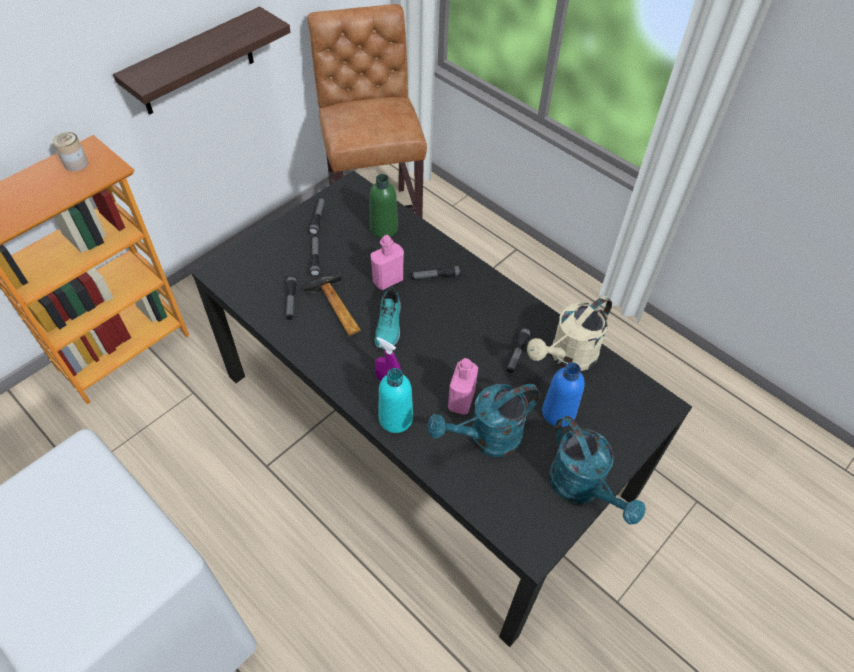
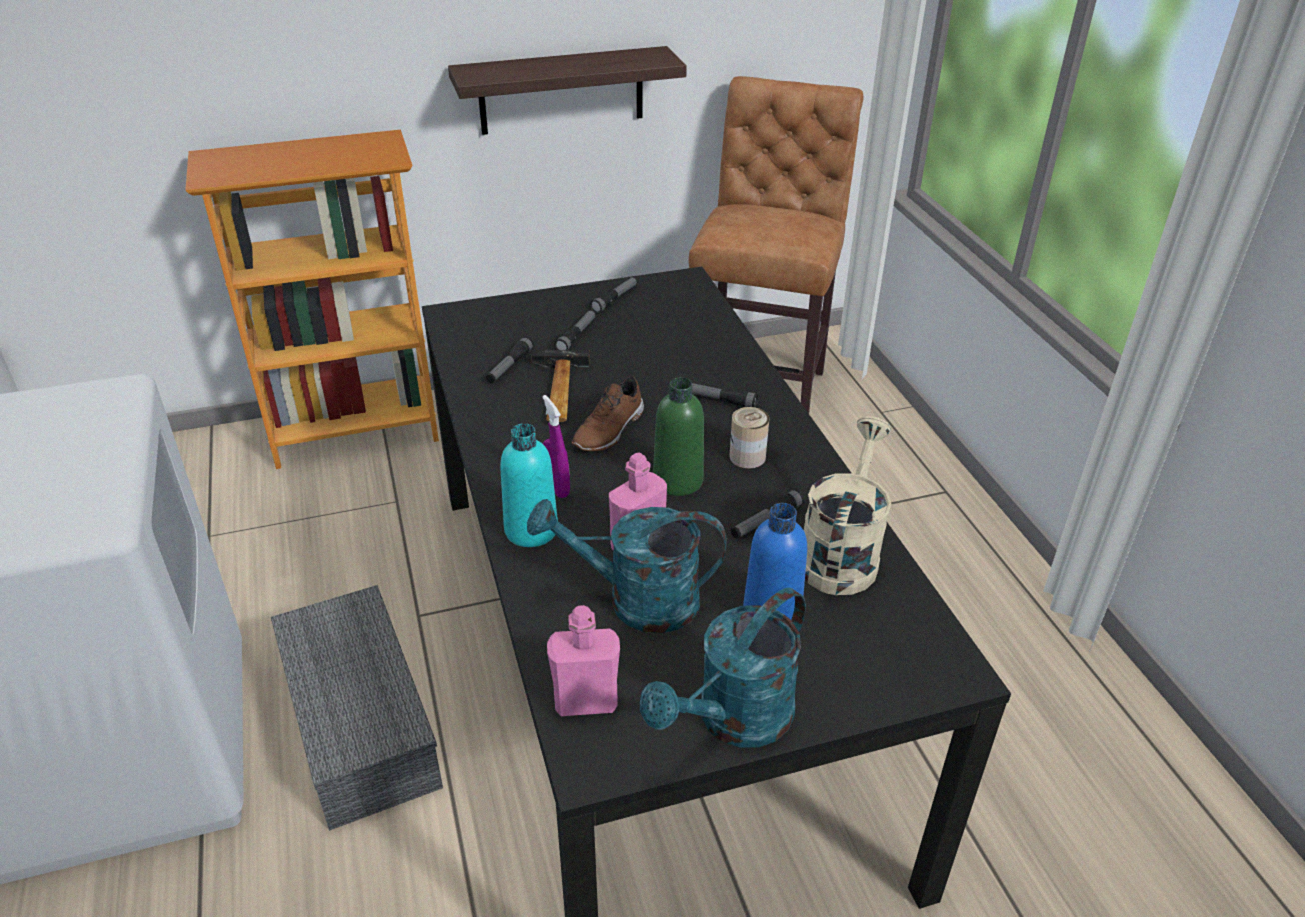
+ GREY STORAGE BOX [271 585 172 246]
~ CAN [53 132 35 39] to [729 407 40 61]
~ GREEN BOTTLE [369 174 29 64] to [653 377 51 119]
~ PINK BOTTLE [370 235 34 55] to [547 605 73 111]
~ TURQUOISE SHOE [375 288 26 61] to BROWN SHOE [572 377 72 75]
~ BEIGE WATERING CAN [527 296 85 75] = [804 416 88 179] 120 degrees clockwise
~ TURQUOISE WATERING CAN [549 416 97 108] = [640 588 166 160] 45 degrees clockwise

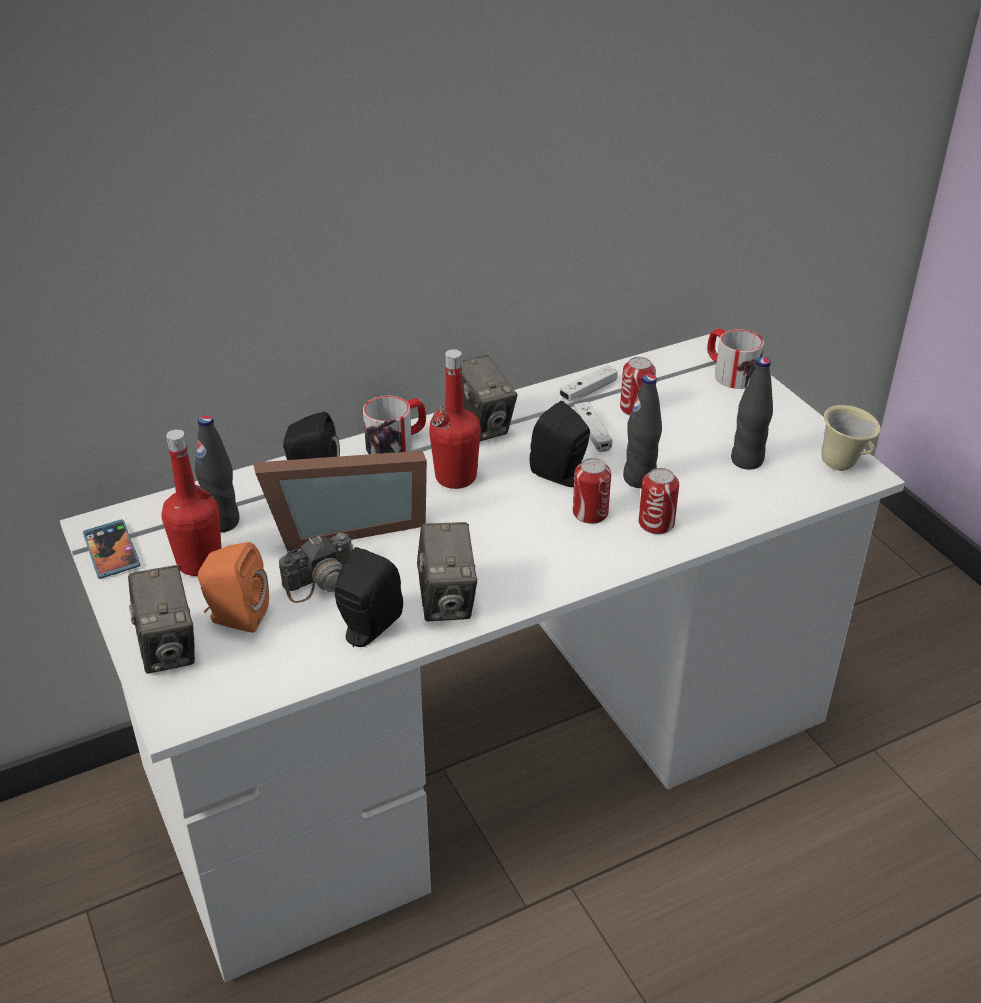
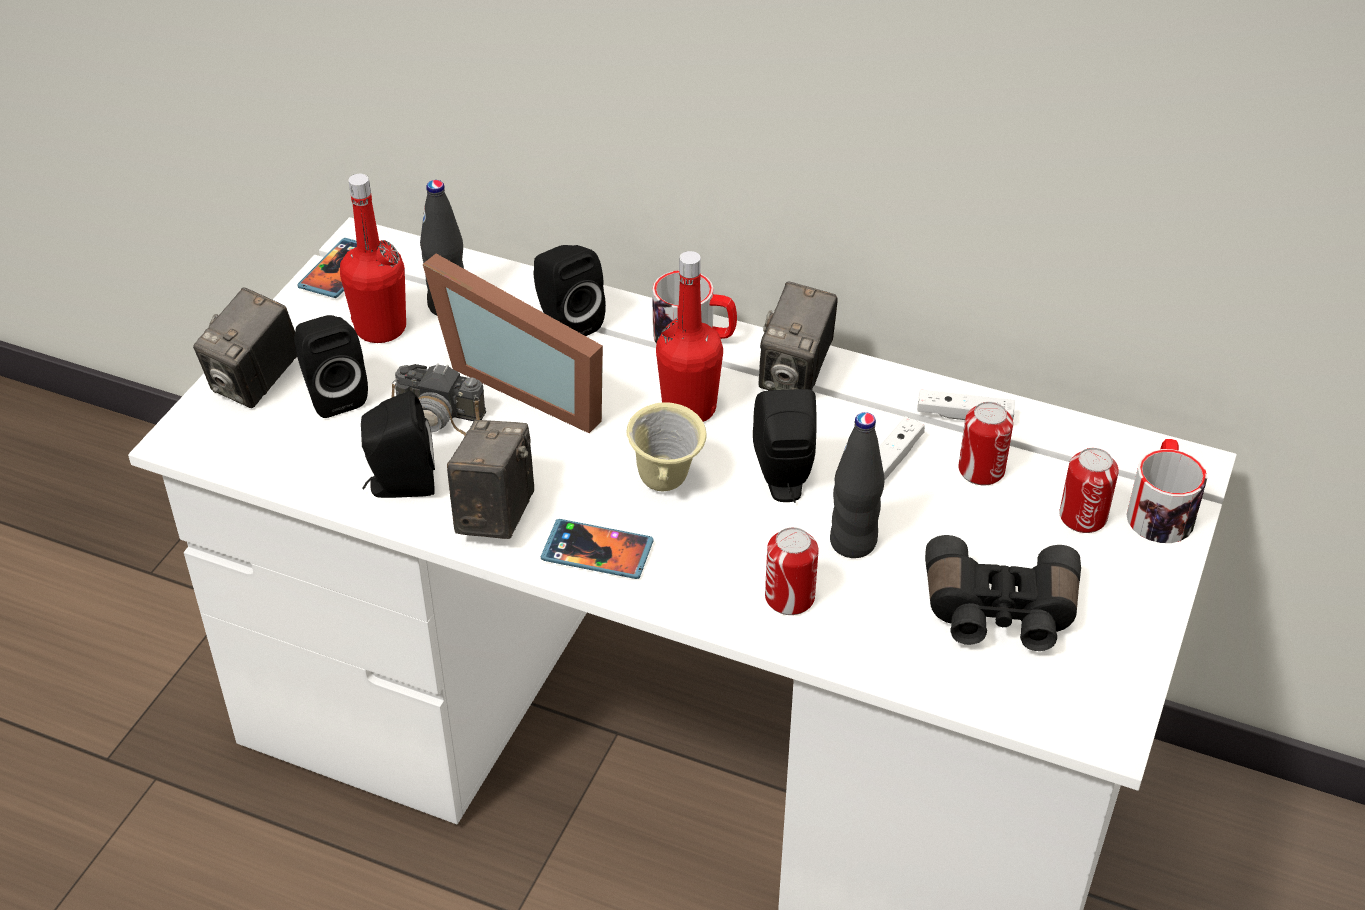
+ PHONE [541 519 113 60]
~ CAN [573 458 38 66] to [1059 448 60 85]
~ BEIGE MUG [821 405 60 66] to [627 402 79 89]
~ BLACK BOTTLE [731 357 42 113] to BLACK BINOCULARS [925 535 156 116]
~ ORANGE SPEAKER [198 542 71 91] to BLACK SPEAKER [294 315 74 103]
~ PHOTO CAMERA [417 522 60 99] = [447 420 87 119] 150 degrees clockwise

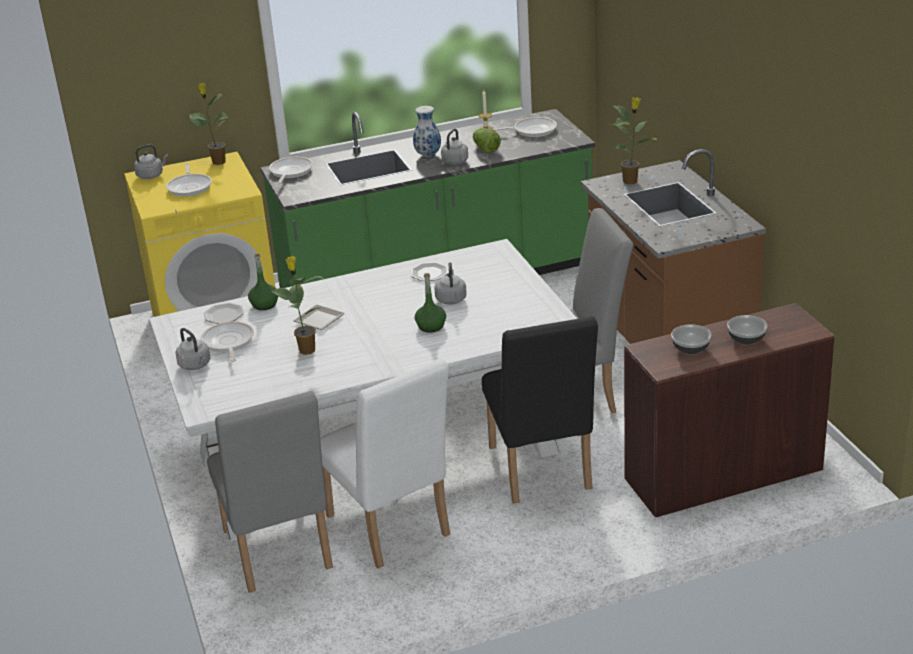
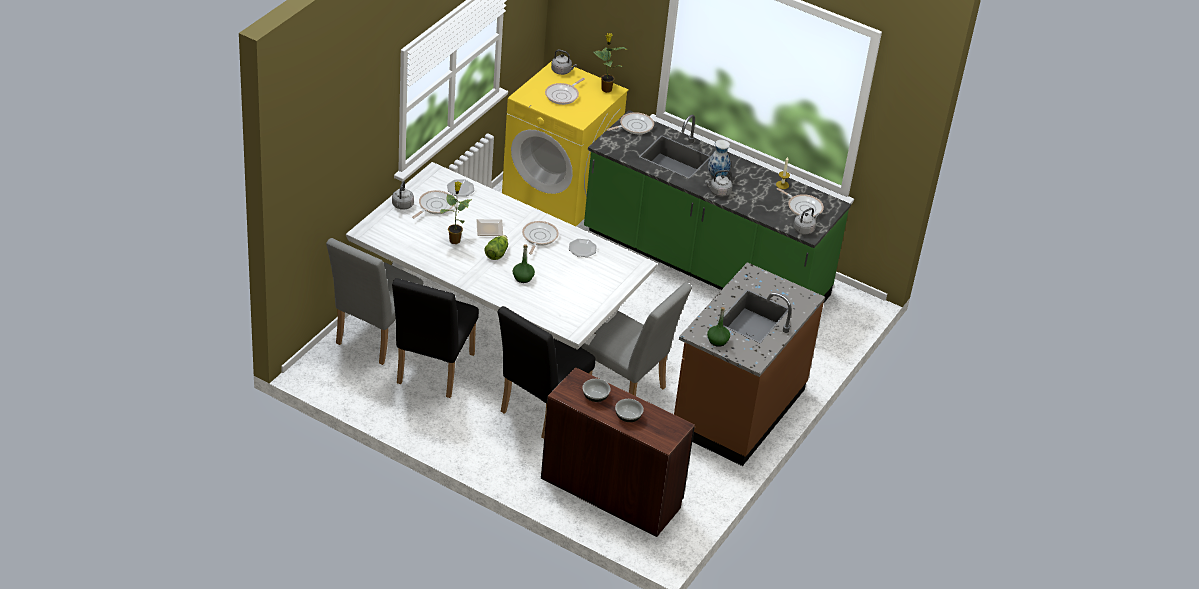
- POTTED PLANT [611 97 46 87]
+ FRYING PAN [522 221 37 34]
~ GREEN BOTTLE [248 253 30 57] to [707 307 23 40]
~ GREY KETTLE [434 263 33 41] to [793 208 27 26]
~ LETTUCE [473 128 28 25] to [485 235 23 25]
~ WHITE CHAIR [320 358 130 210] to BLACK CHAIR [392 278 87 120]

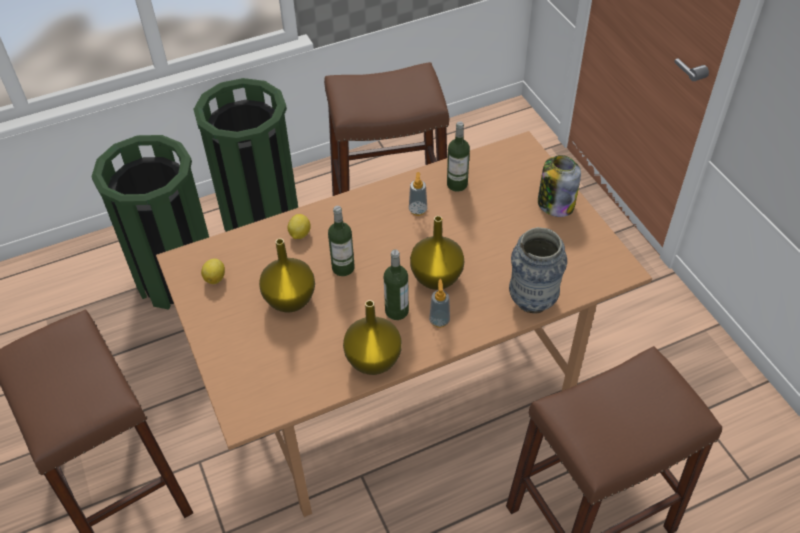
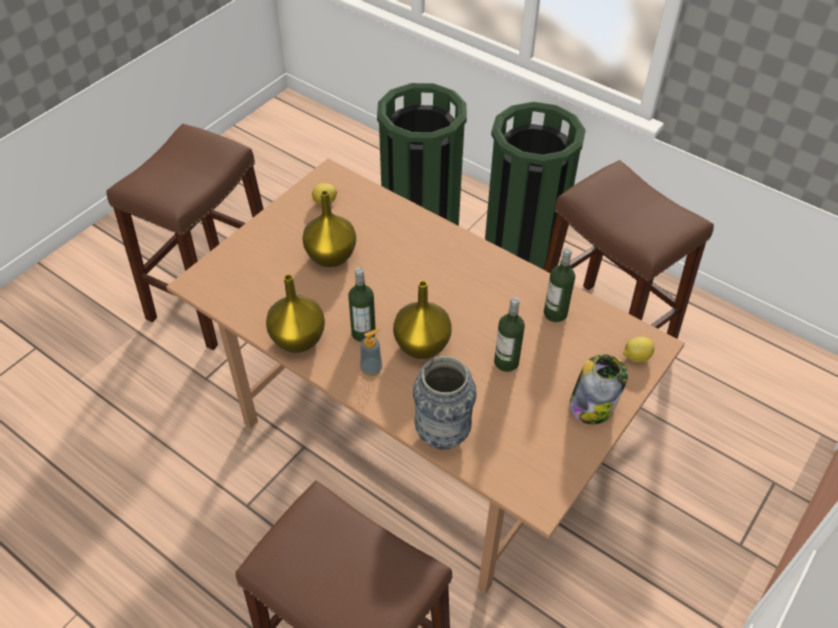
- SOAP DISPENSER [409 172 18 44]
~ LEMON [288 214 23 25] to [623 337 31 25]
~ BOTTLE [328 206 27 70] to [494 297 31 75]

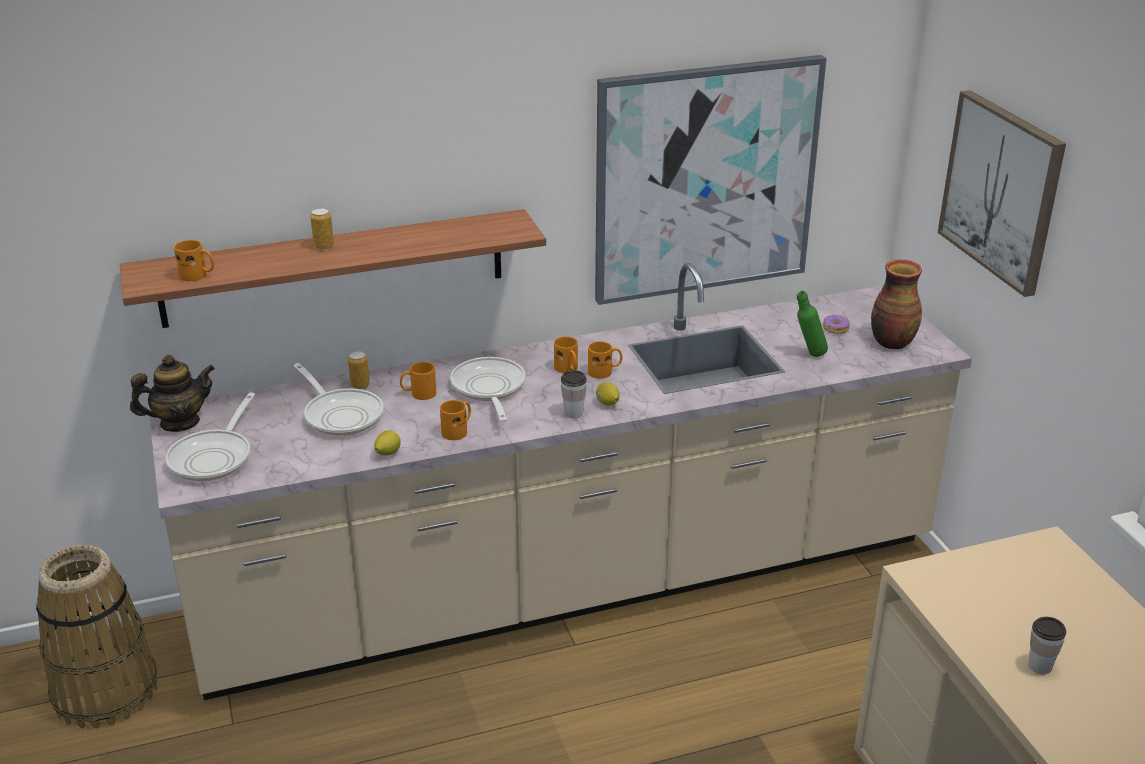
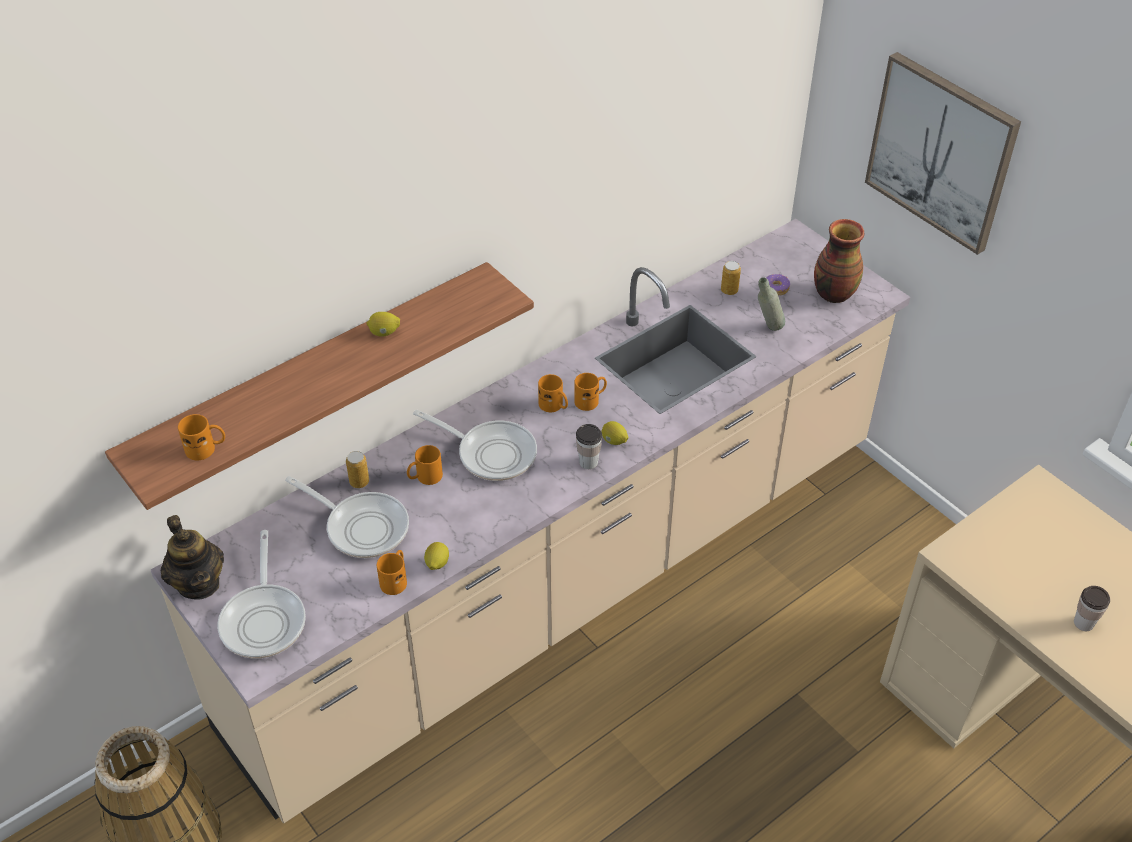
- PICTURE [595 55 232 250]
+ LEMON [367 312 33 25]
~ CAN [310 208 24 42] to [721 261 20 34]
~ ORANGE MUG [440 400 31 40] to [377 550 30 45]
~ GREEN BOTTLE [797 291 31 66] to GREY BOTTLE [758 277 27 54]
~ TEAPOT [130 355 85 77] = [161 515 63 84] 105 degrees clockwise
~ FRYING PAN [450 357 76 65] = [413 410 124 71] 150 degrees clockwise

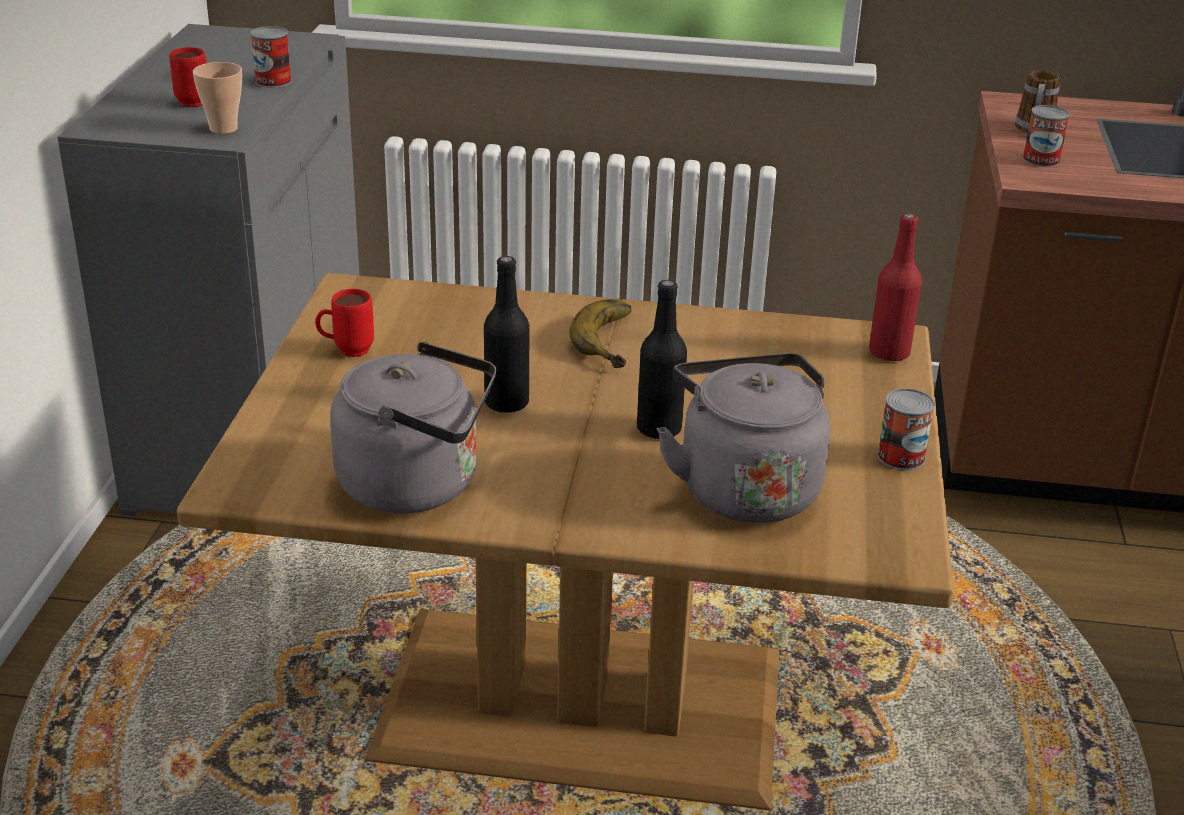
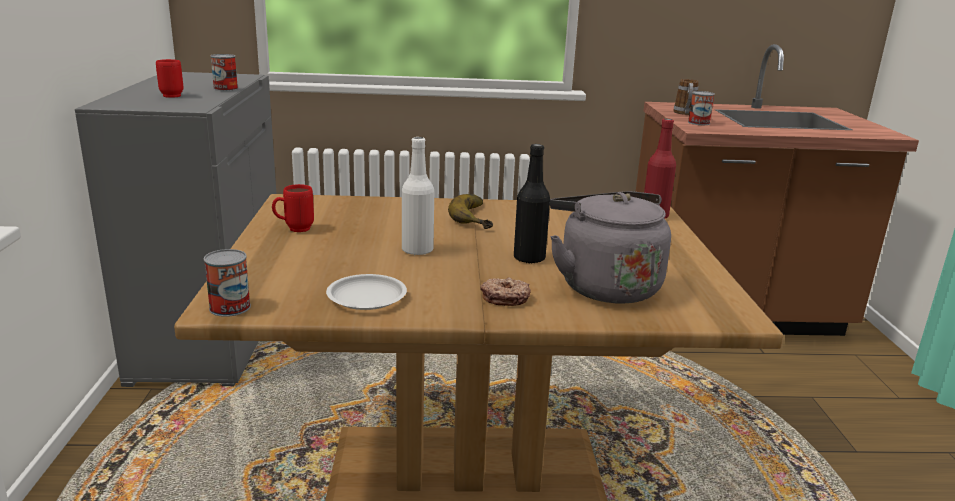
- CUP [193 62 49 72]
+ DONUT [480 277 51 29]
~ CAN [877 388 58 82] to [204 249 47 68]
~ GREY KETTLE [330 342 166 172] to WHITE PLATE [326 274 81 36]
~ BLACK BOTTLE [484 256 45 157] to WHITE BOTTLE [402 137 32 119]

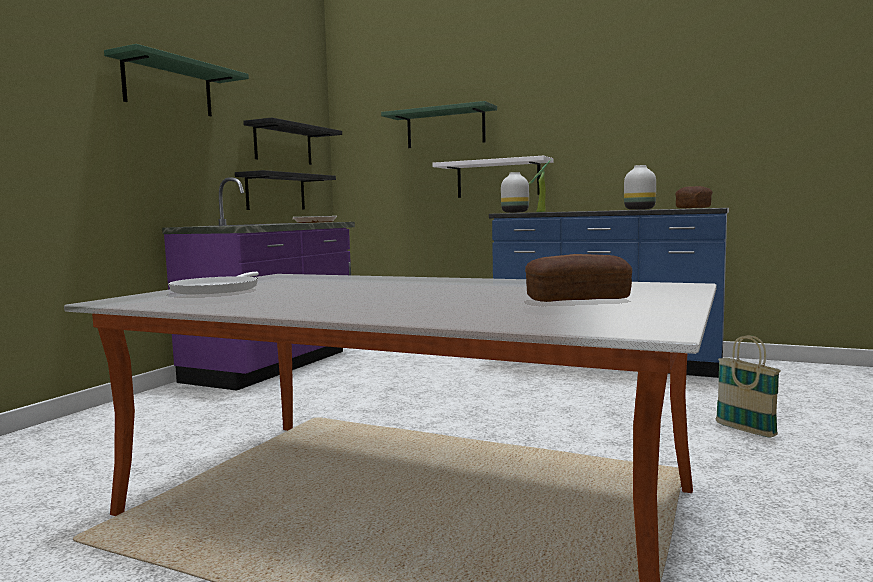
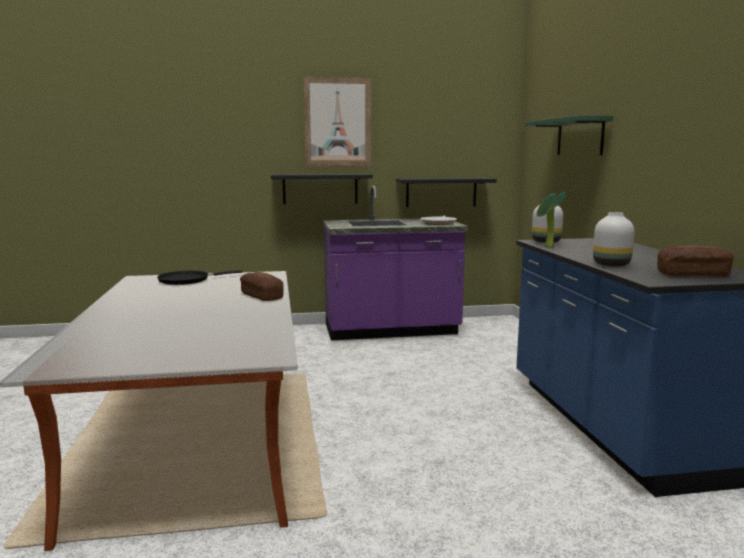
- WHITE SHELF [432 156 121 42]
- BASKET [716 335 65 103]
~ BLACK SHELF [243 117 99 48] to [271 174 102 30]
~ BREAD [525 254 107 48] to [240 272 44 29]
~ GREEN SHELF [104 44 145 72] to PICTURE [303 77 68 89]
~ WHITE FRYING PAN [168 272 91 23] to BLACK FRYING PAN [157 270 86 15]

